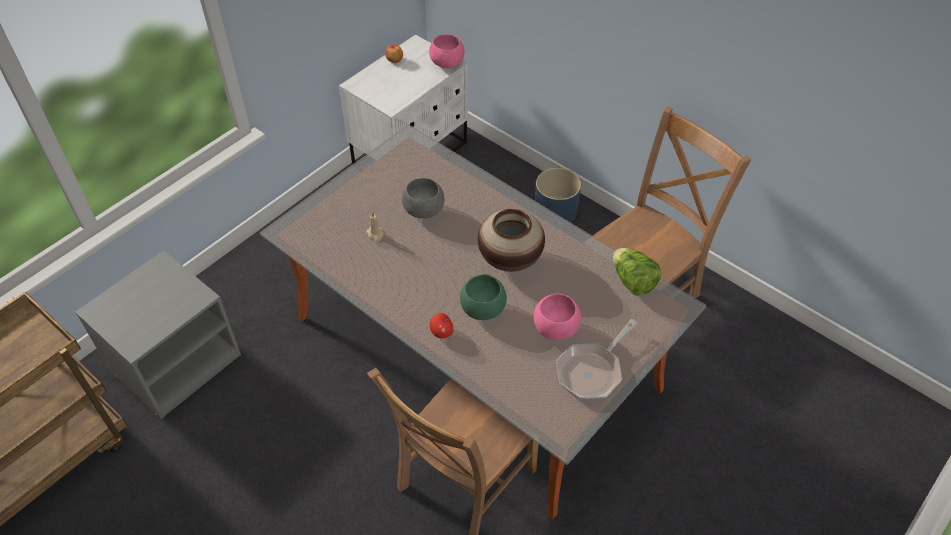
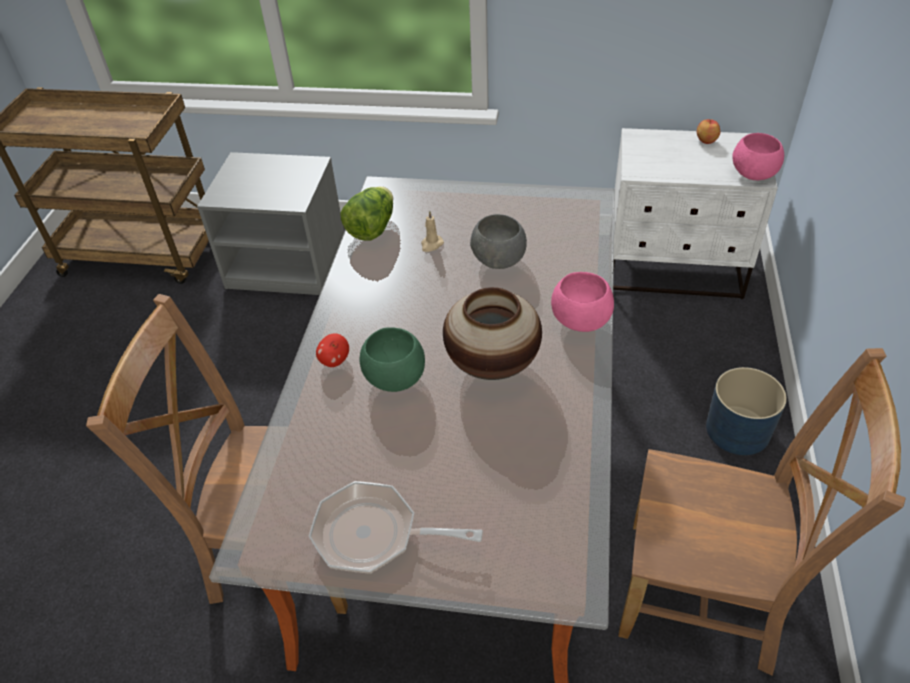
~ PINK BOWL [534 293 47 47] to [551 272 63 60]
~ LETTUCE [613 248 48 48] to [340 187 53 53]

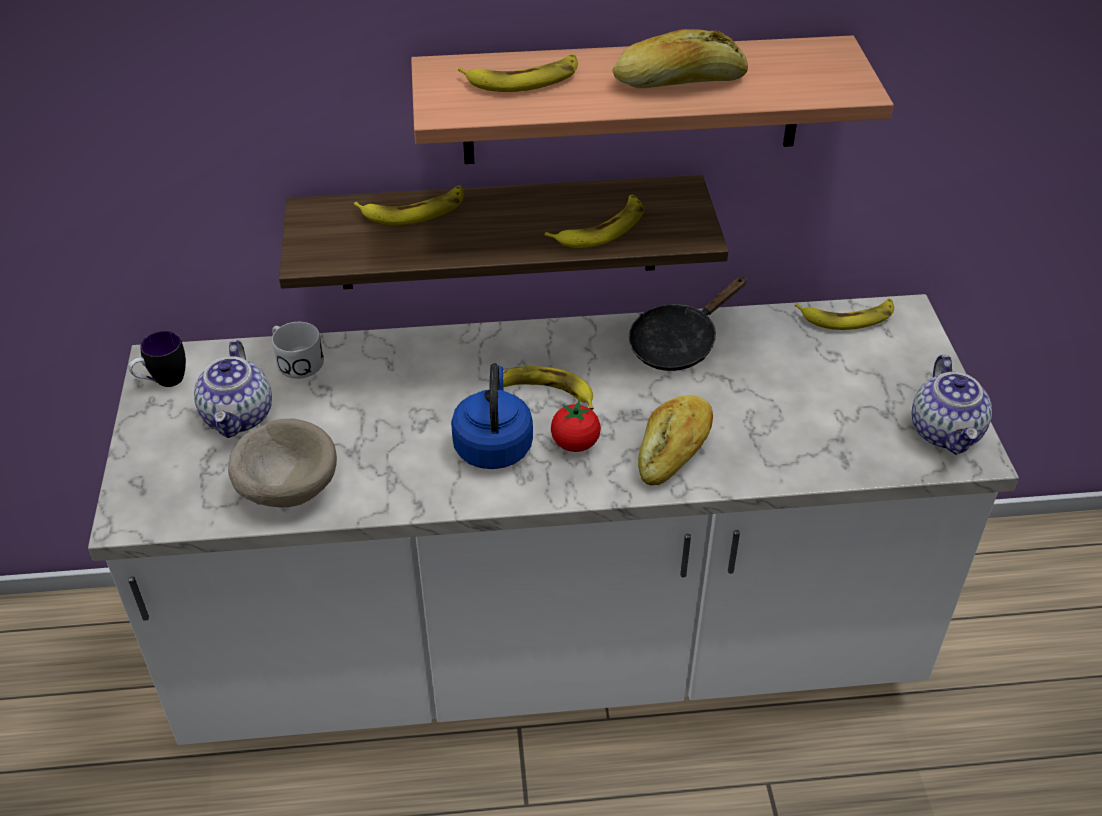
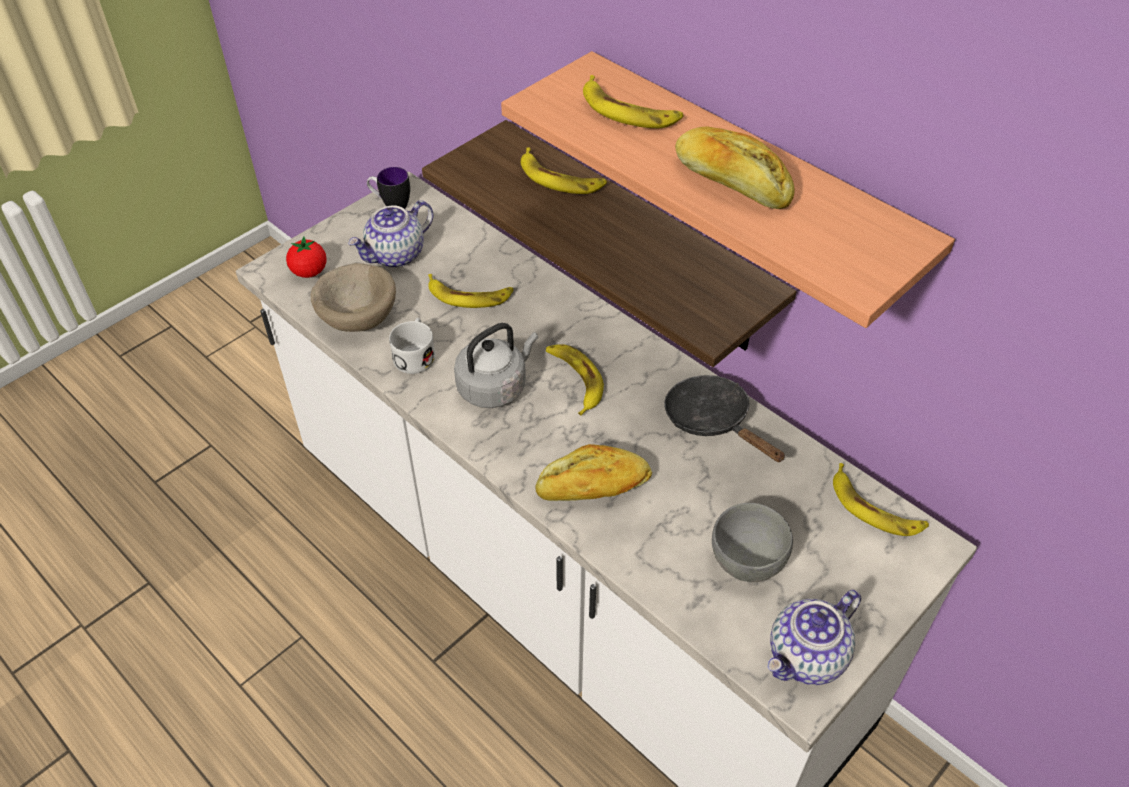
+ GREY BOWL [712 503 81 79]
~ WHITE MUG [272 322 52 57] to [389 318 46 56]
~ BANANA [545 195 99 53] to [428 274 85 34]
~ TOMATO [551 401 50 51] to [286 236 41 42]
~ BLUE KETTLE [451 363 82 106] to GREY KETTLE [454 323 84 85]
~ BLACK FRYING PAN [629 277 118 94] = [664 375 121 87] 45 degrees clockwise

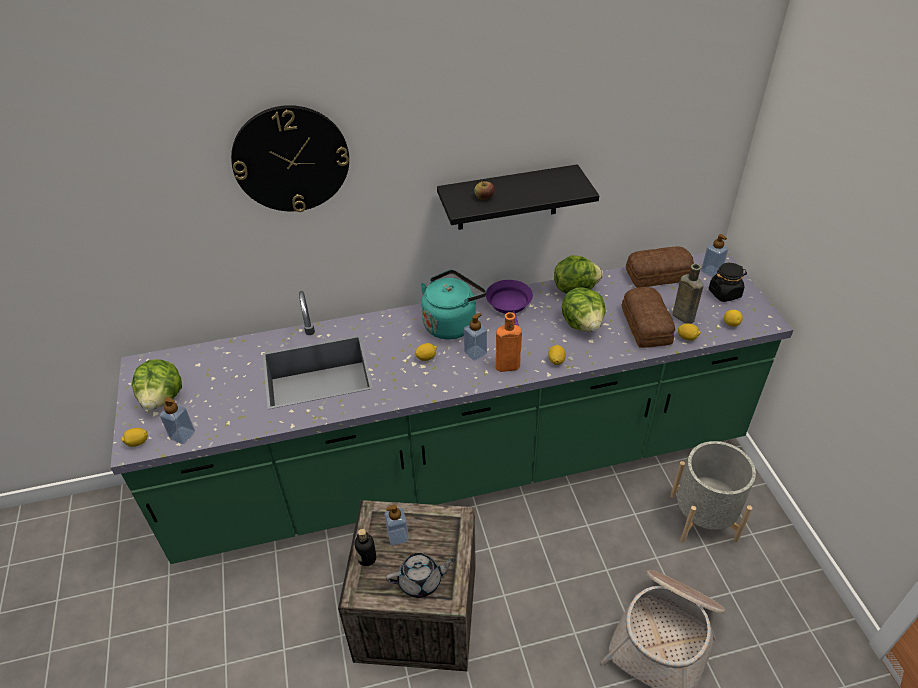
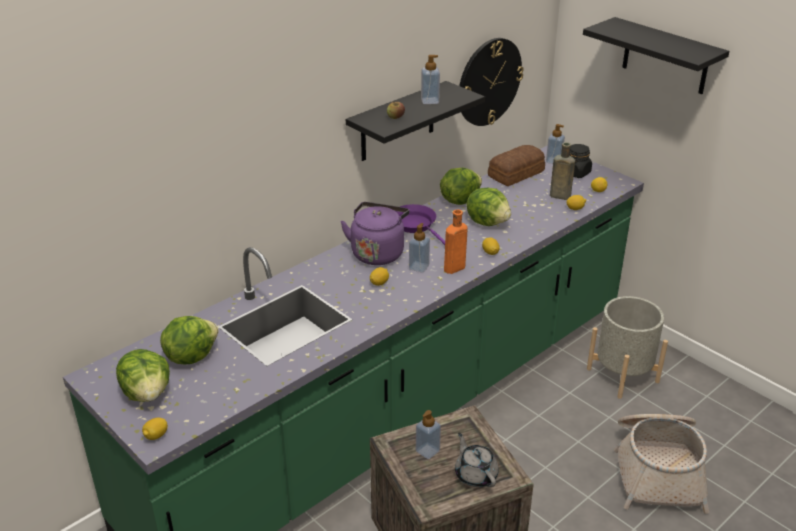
- BOTTLE [355 529 21 37]
- BREAD [622 287 53 61]
+ LETTUCE [160 316 59 49]
+ BLACK SHELF [583 17 146 77]
~ SOAP DISPENSER [160 397 35 47] to [421 55 19 49]
~ WALL CLOCK [231 105 118 107] to [459 38 65 88]
~ TURQUOISE KETTLE [421 270 65 70] to PURPLE KETTLE [340 202 69 63]
~ GREY TEAPOT [386 553 70 45] = [455 433 44 54] 75 degrees counterclockwise

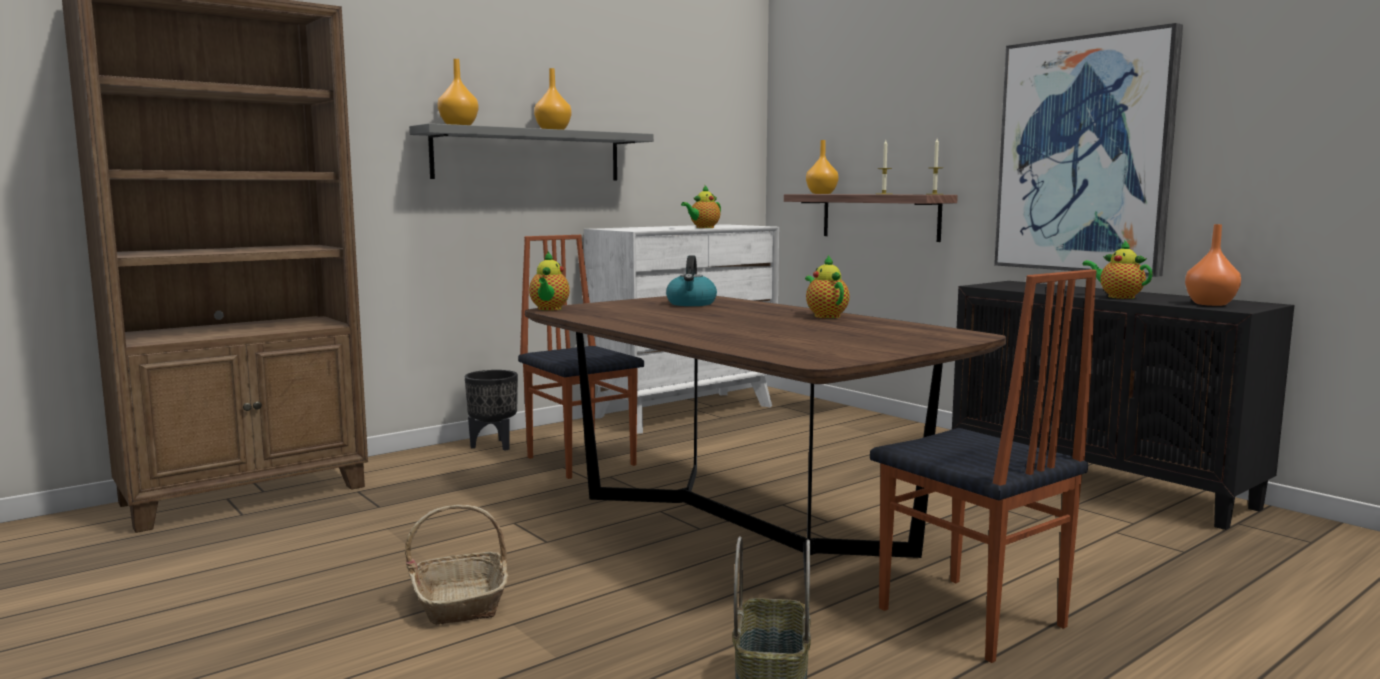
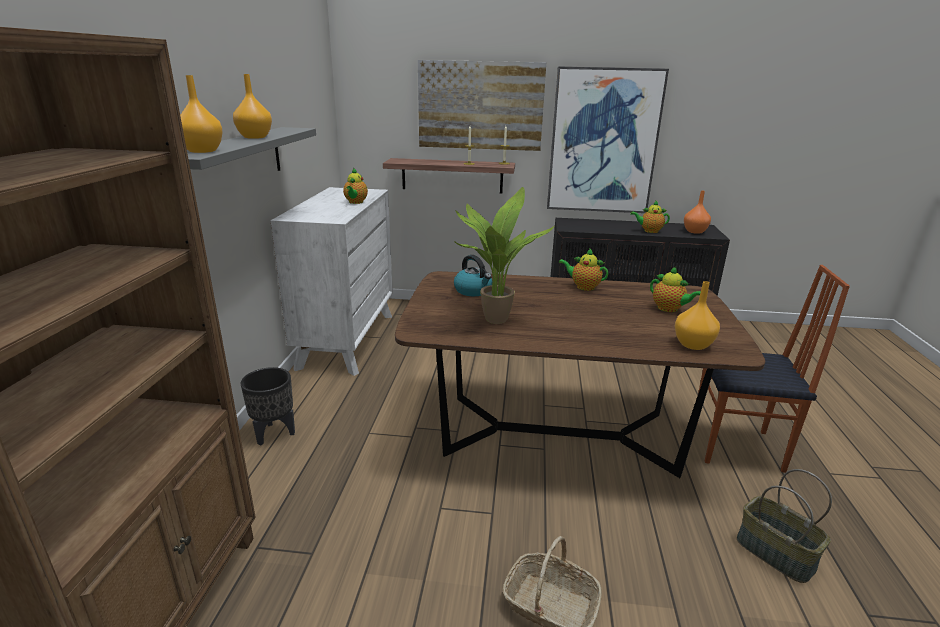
- CHAIR [518 235 126 244]
+ PICTURE [418 60 128 91]
+ POTTED PLANT [454 187 101 137]
~ TEAPOT [529 252 41 59] to [650 267 51 45]
~ ORANGE VASE [806 140 33 54] to [675 281 45 69]

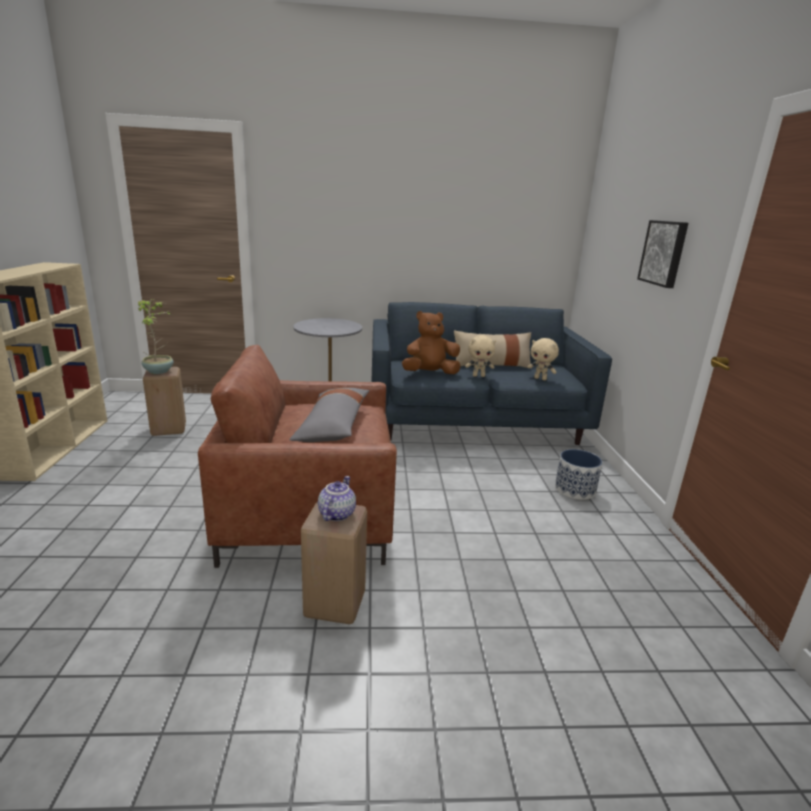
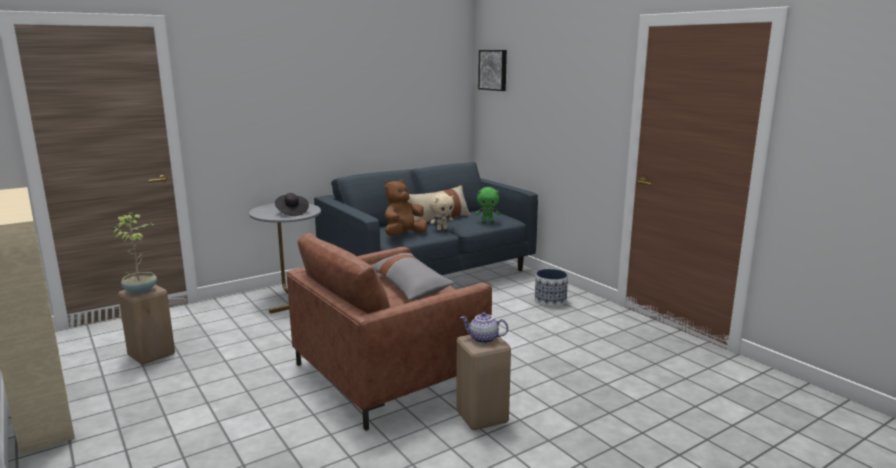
+ BLACK HAT [275 193 34 23]
~ PICTURE [637 220 52 68] to [478 50 29 41]
~ BEIGE PLUSH TOY [528 338 31 42] to GREEN PLUSH TOY [475 187 25 35]
~ TEAPOT [318 476 38 45] = [460 312 48 32] 60 degrees counterclockwise

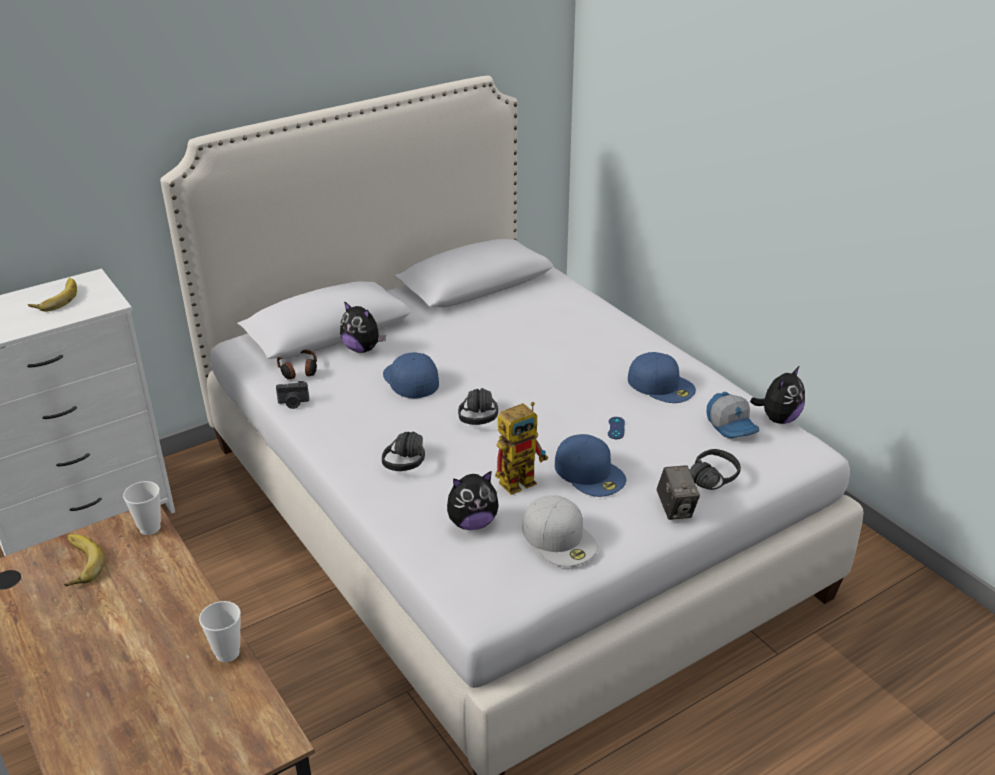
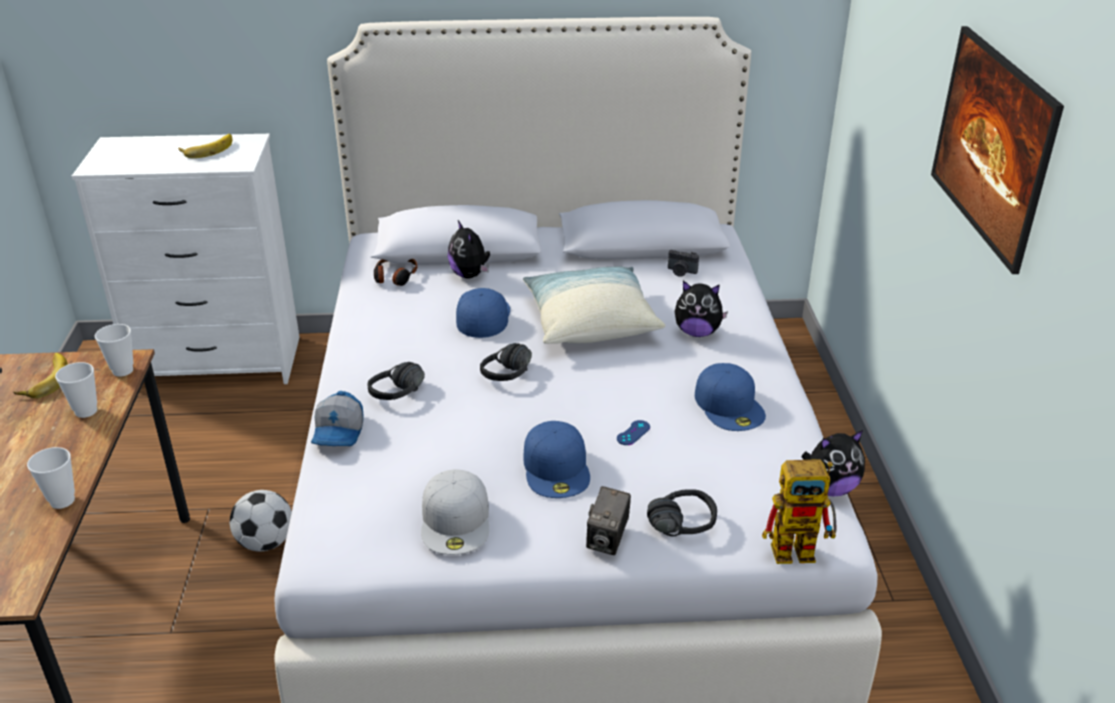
+ CUP [55 362 42 56]
+ FOOTBALL [230 490 62 62]
+ PILLOW [523 266 142 78]
+ PICTURE [931 26 133 248]
~ PHOTO CAMERA [276 381 33 28] to [668 250 31 27]
~ PLUSH TOY [447 471 52 59] to [675 281 53 56]
~ TOY ROBOT [495 402 53 93] to [762 459 75 105]
~ CAP [706 392 53 46] to [311 391 53 55]

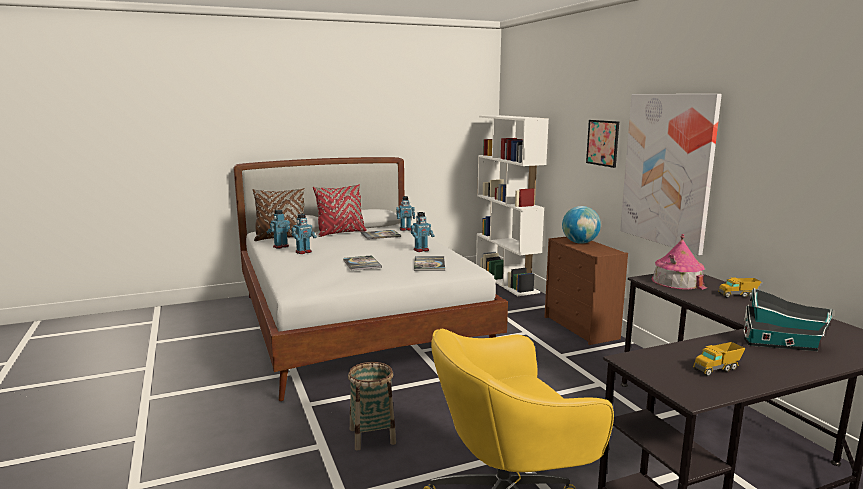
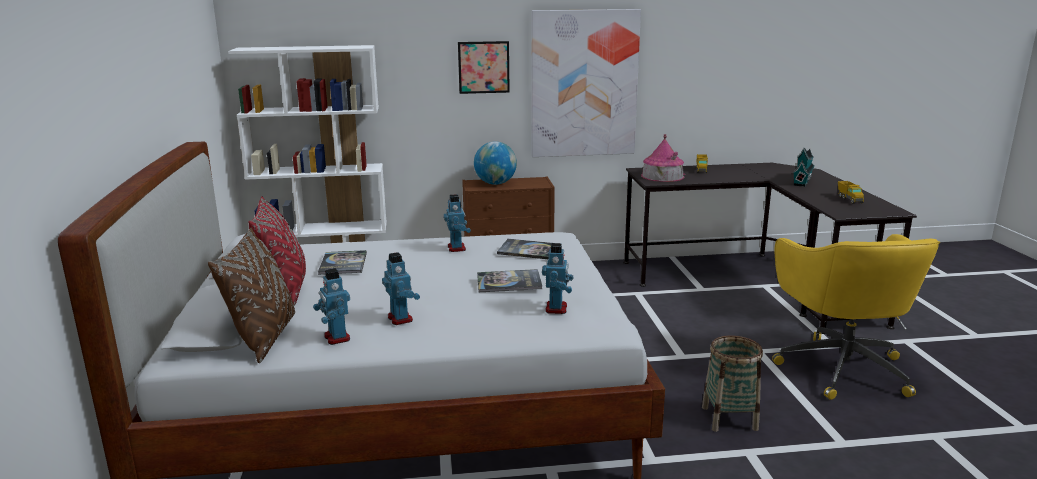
~ TOY ROBOT [396 196 19 35] to [542 243 32 71]

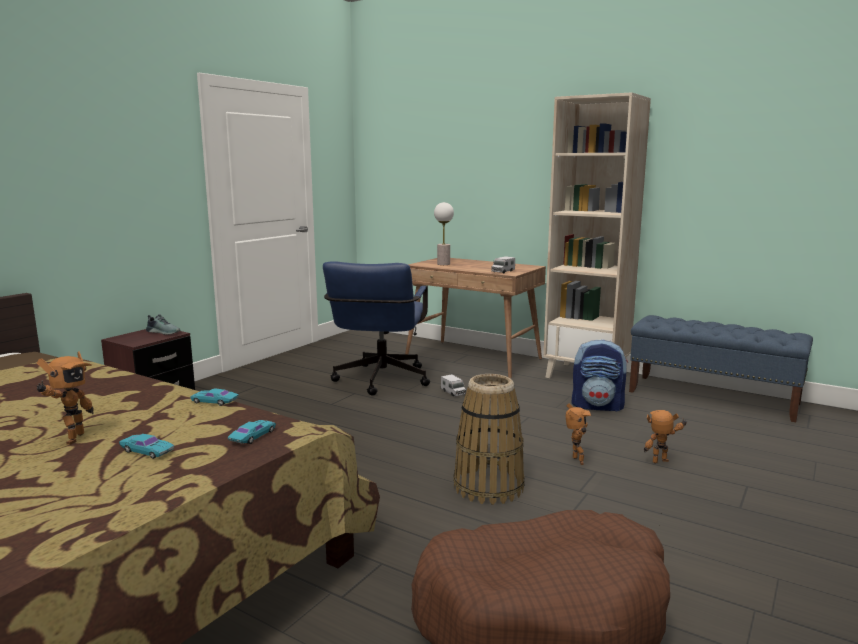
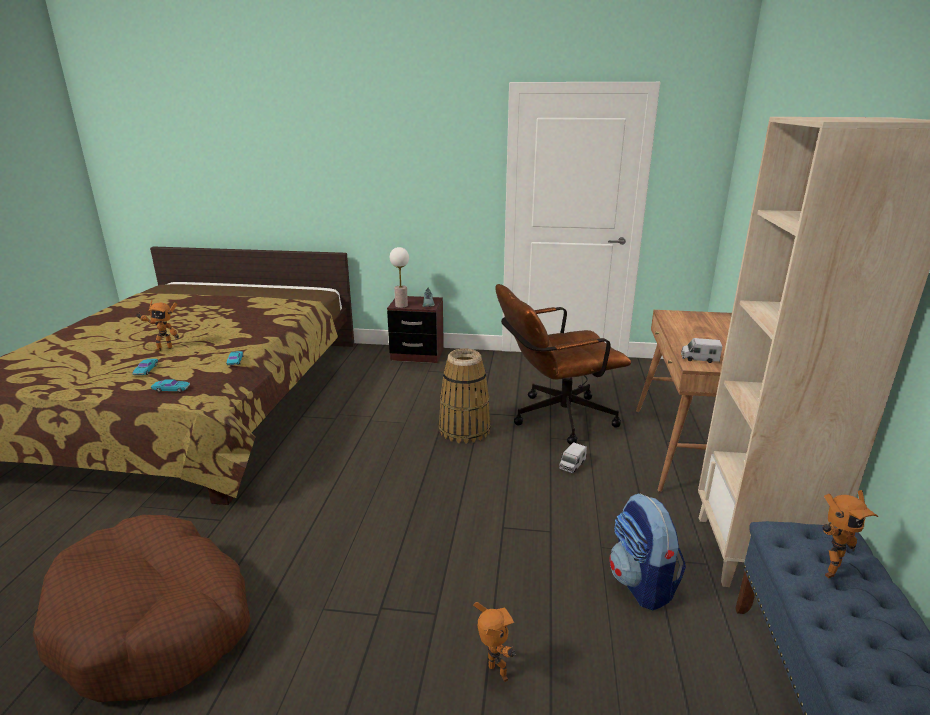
~ TABLE LAMP [434 202 20 63] to [390 247 19 61]
~ BASKET [453 374 72 131] to [439 349 52 95]
~ TOY ROBOT [565 403 26 62] to [822 490 56 88]
~ BLUE OFFICE CHAIR [323 261 107 134] to BROWN OFFICE CHAIR [495 284 136 161]

